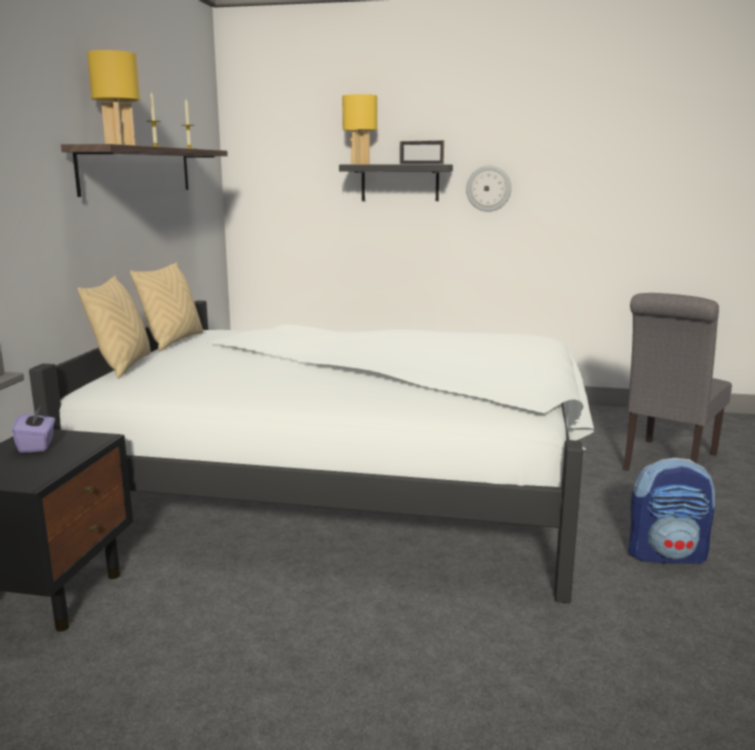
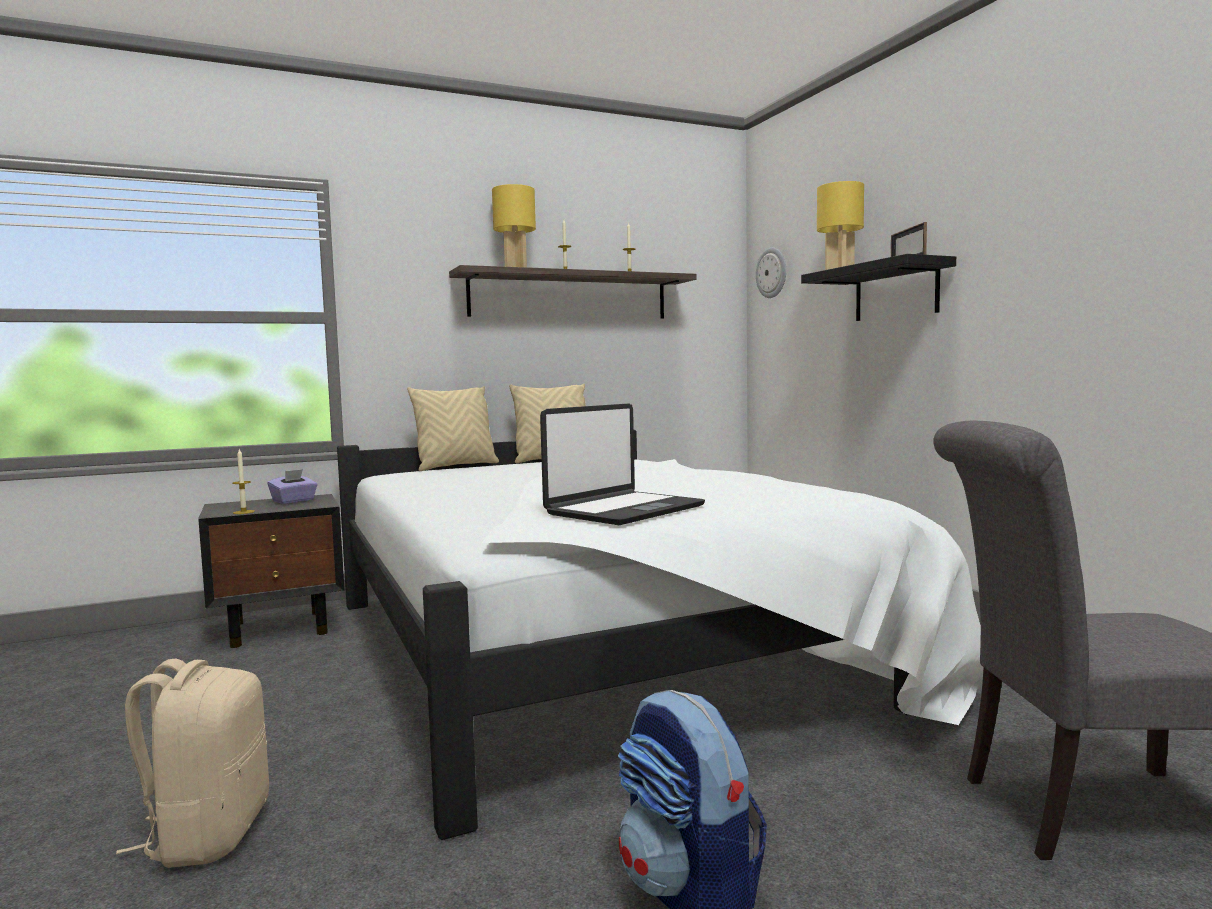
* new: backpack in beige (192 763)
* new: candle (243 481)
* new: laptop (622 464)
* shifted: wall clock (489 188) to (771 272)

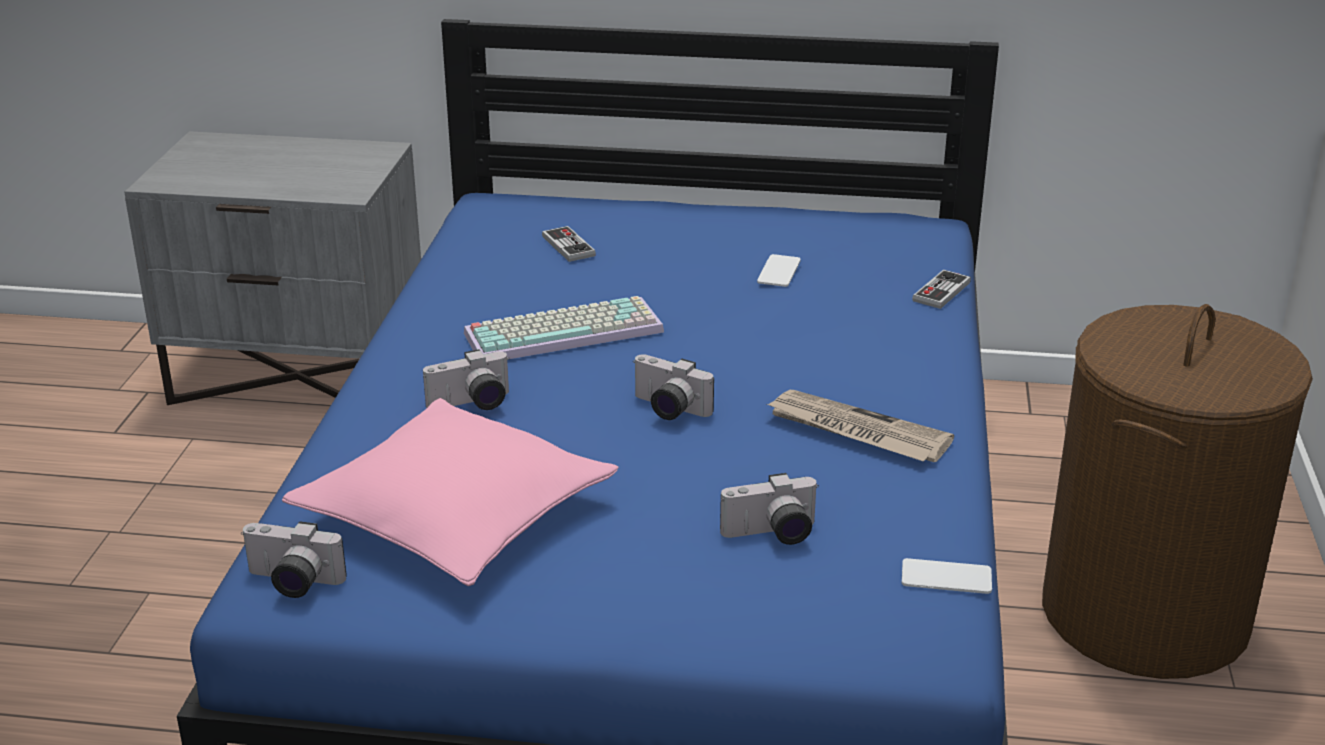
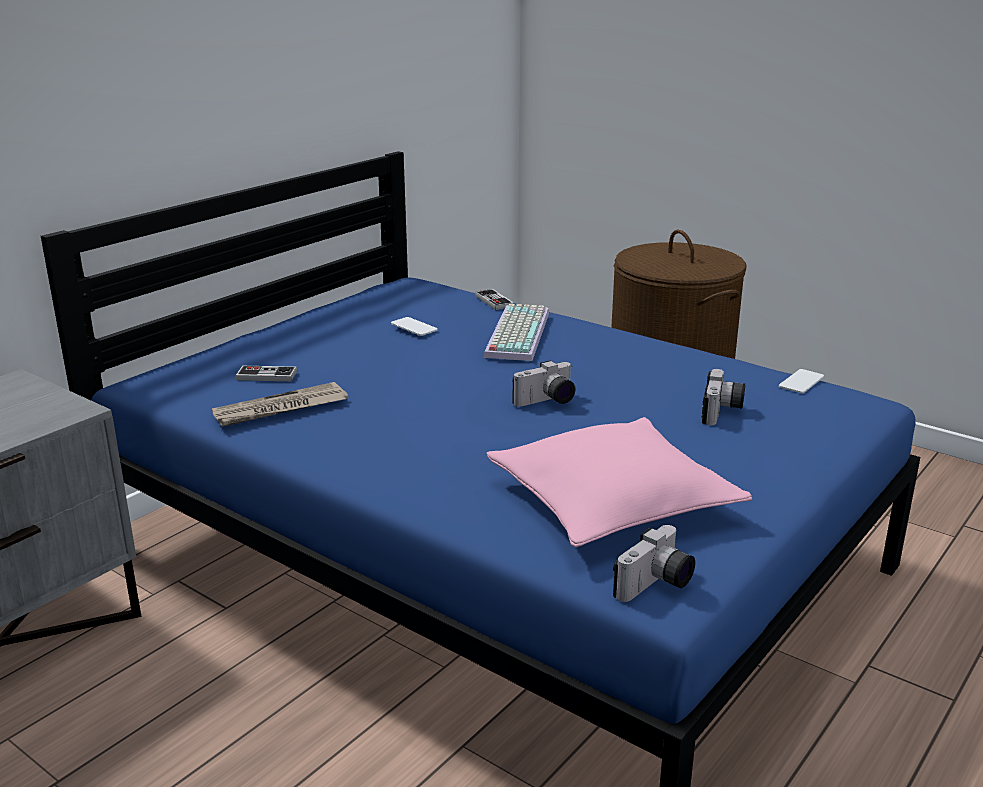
* gone: photo camera (466 379)
* shifted: keyboard (564 327) to (516 332)
* shifted: newspaper (860 426) to (280 404)

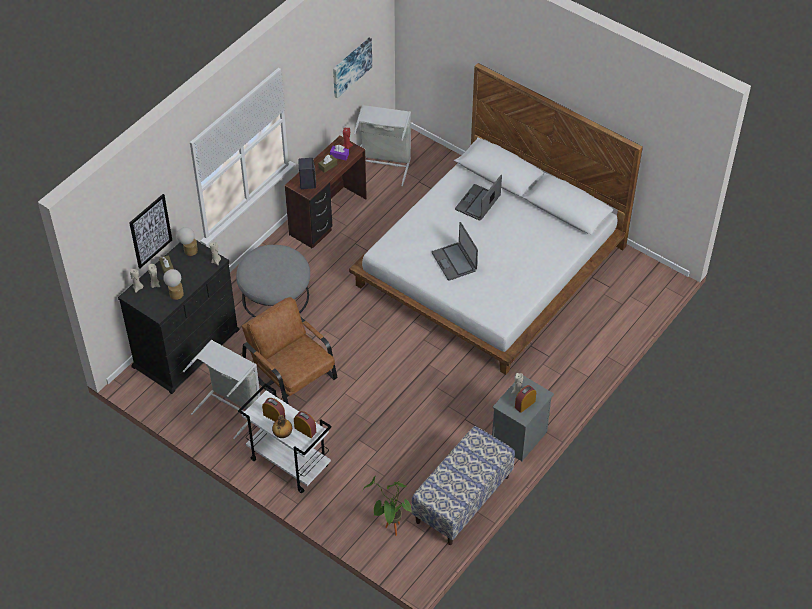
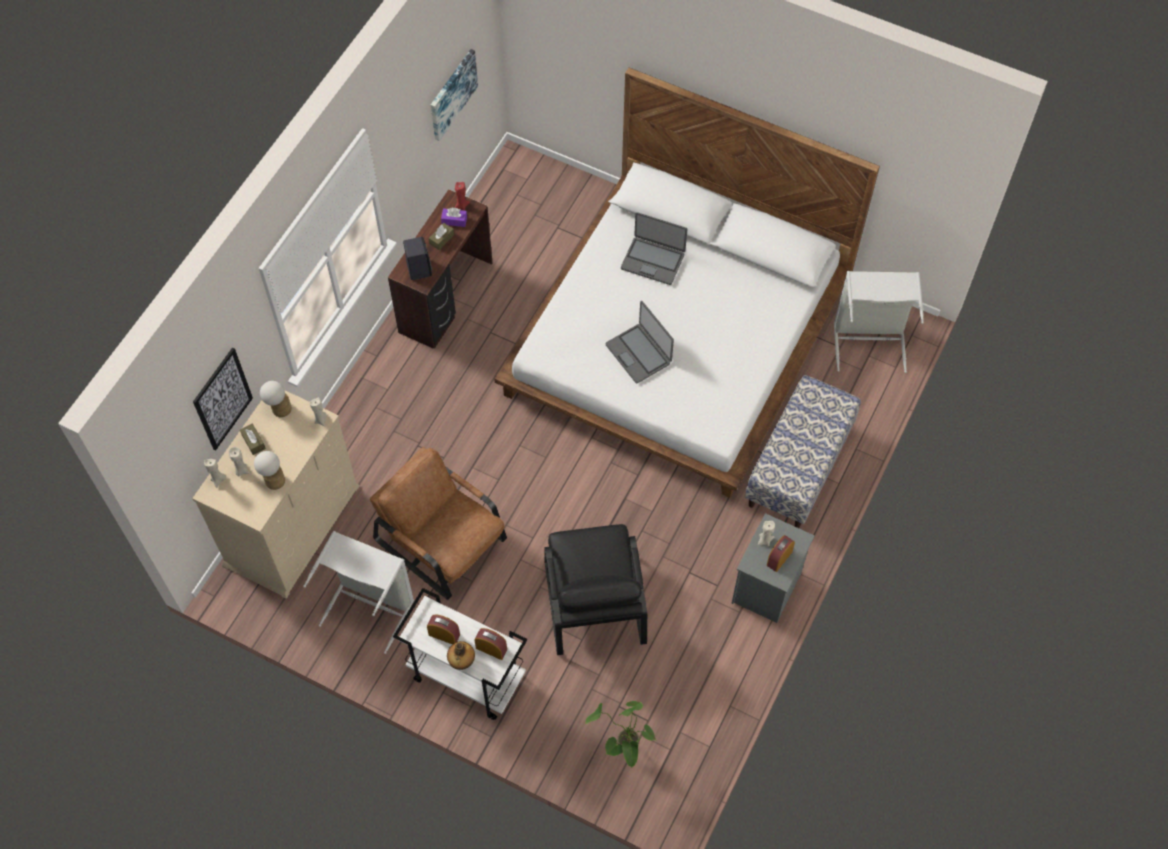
* gone: ottoman in grey (273 281)
* new: armchair in black (595 589)
* shifted: laundry basket in grey (382 145) to (879 322)
* shifted: bench (463 485) to (803 451)
* repainted: dresser in black (179 317) to dresser in beige (276 495)
* rotated: laptop (478 198) = (654 248) 90 degrees counterclockwise

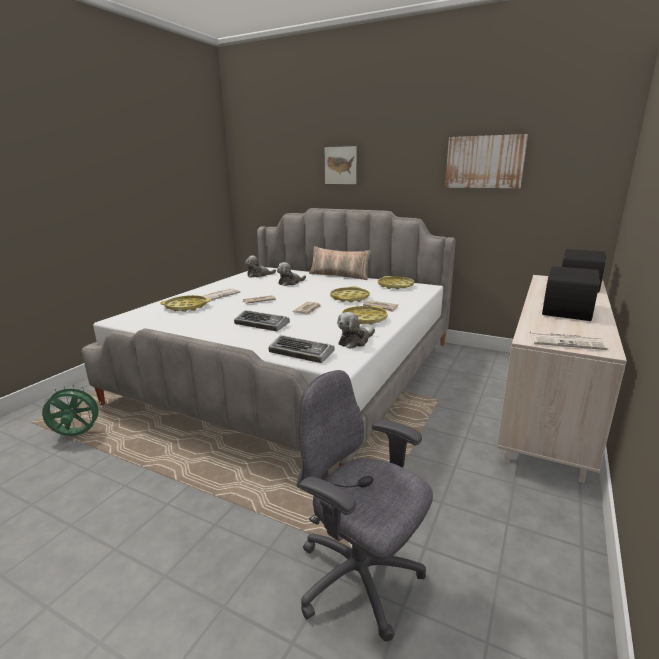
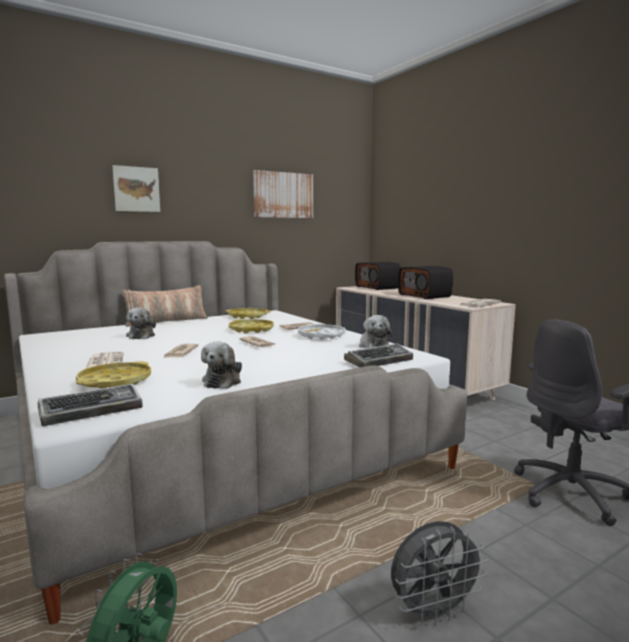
* new: fan in grey (439 573)
* shifted: keyboard (262 320) to (90 405)
* shifted: plush toy (260 266) to (221 365)
* repainted: tray in yellow (365 315) to tray in white (322 332)

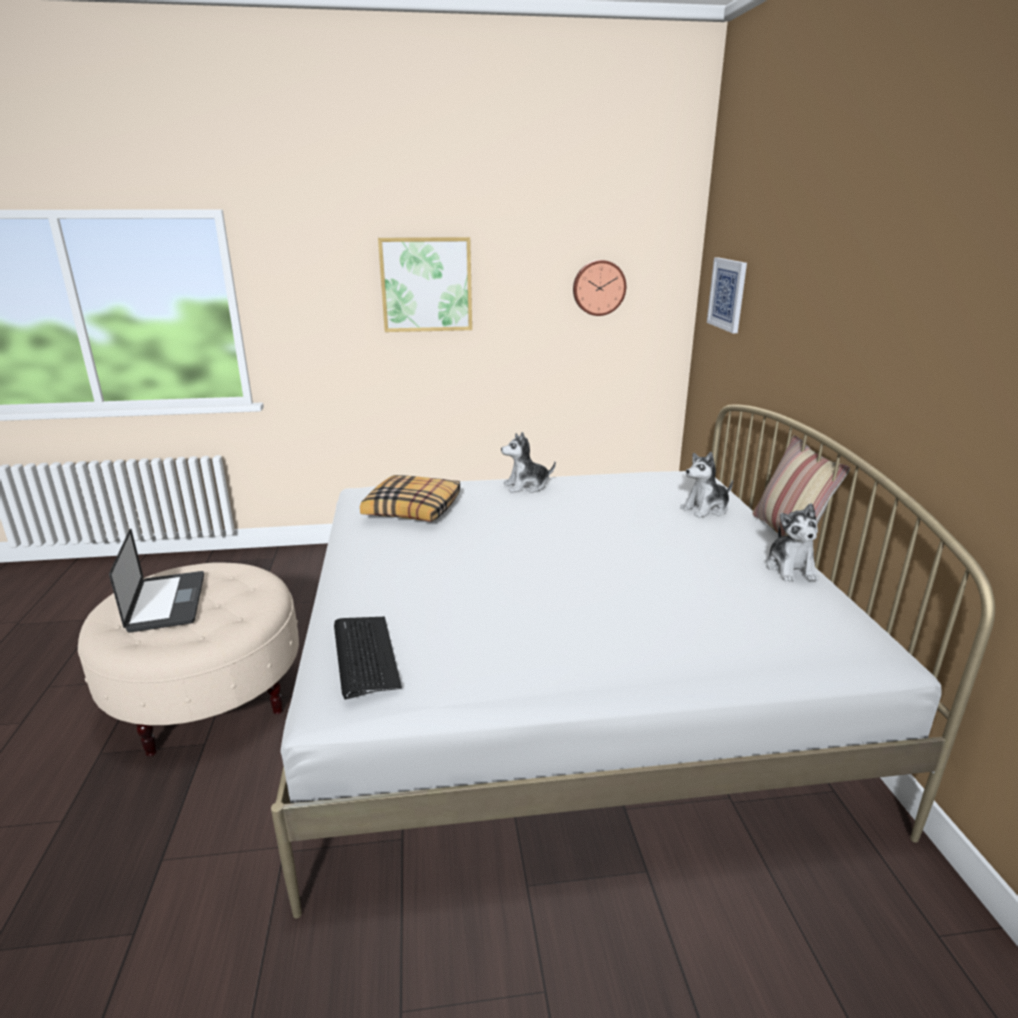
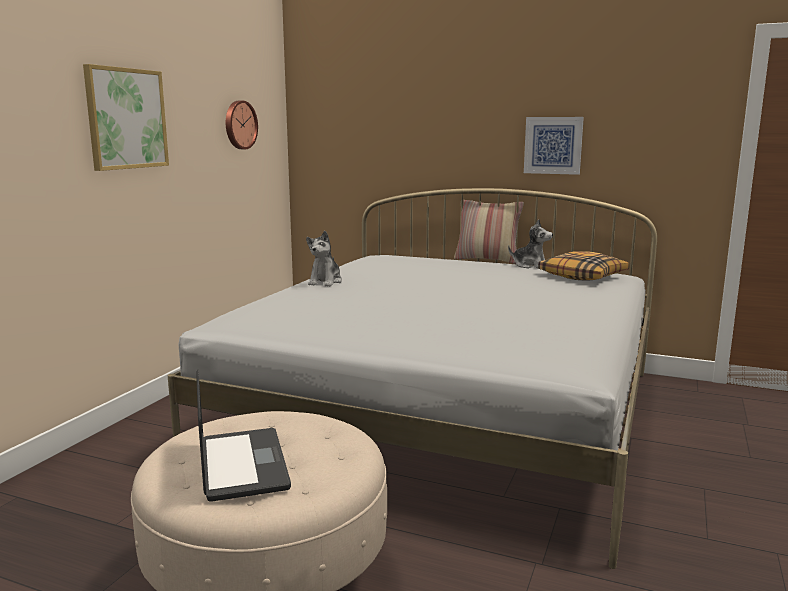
* gone: keyboard (368 658)
* gone: plush toy (706 485)
* shifted: pillow (410 498) to (583 265)
* shifted: picture (727 295) to (554 146)
* rotated: laptop (156 581) = (243 436) 60 degrees clockwise

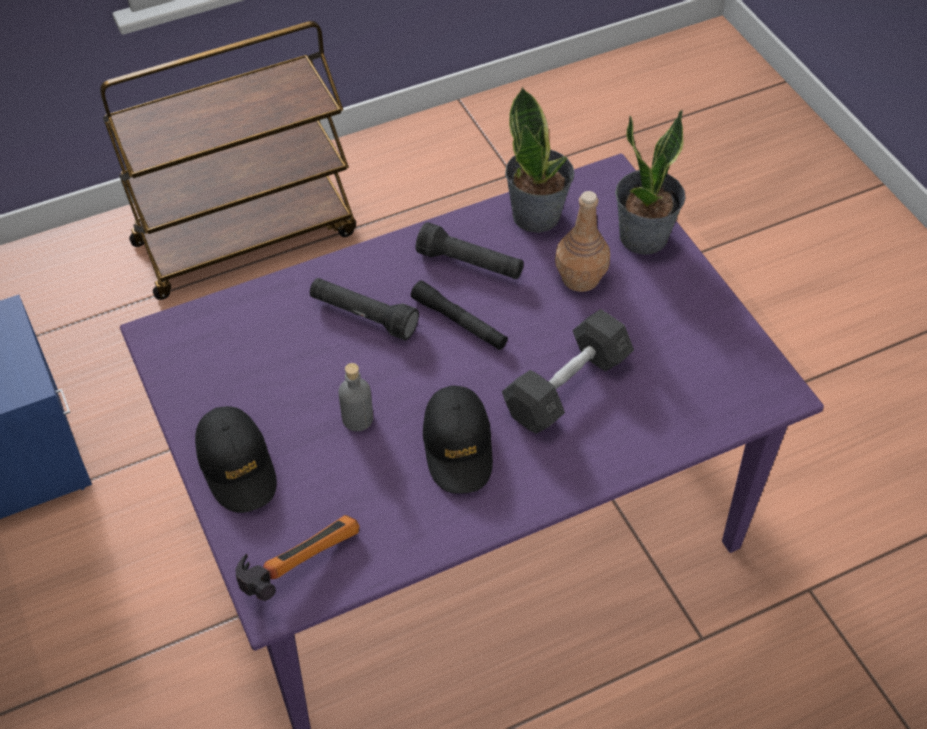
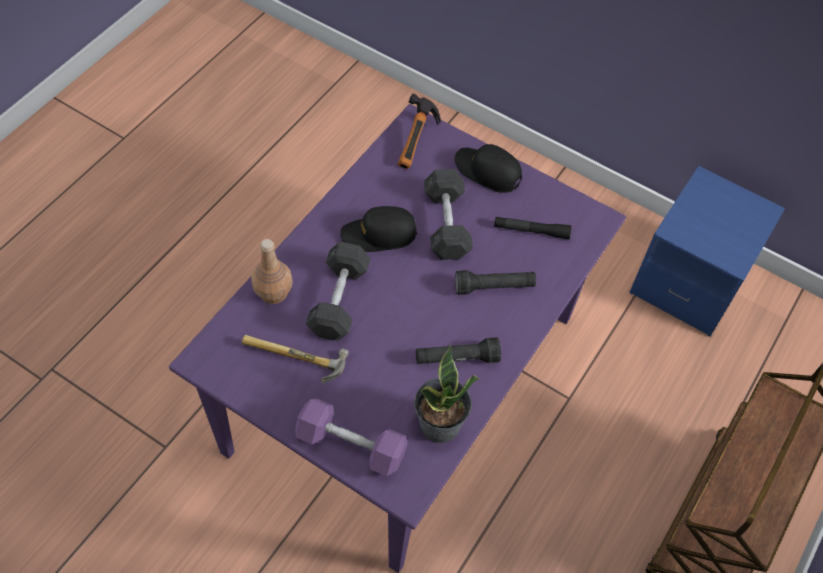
* new: hammer (295 359)
* shifted: flashlight in black (459 315) to (533 228)
* shifted: bottle in brown (582 241) to (272 271)
* swapped: bottle in grey (355 397) to dumbbell in grey (448 214)
* swapped: potted plant (650 182) to dumbbell in purple (351 437)
* rotated: cap in black (458 439) = (378 229) 60 degrees counterclockwise

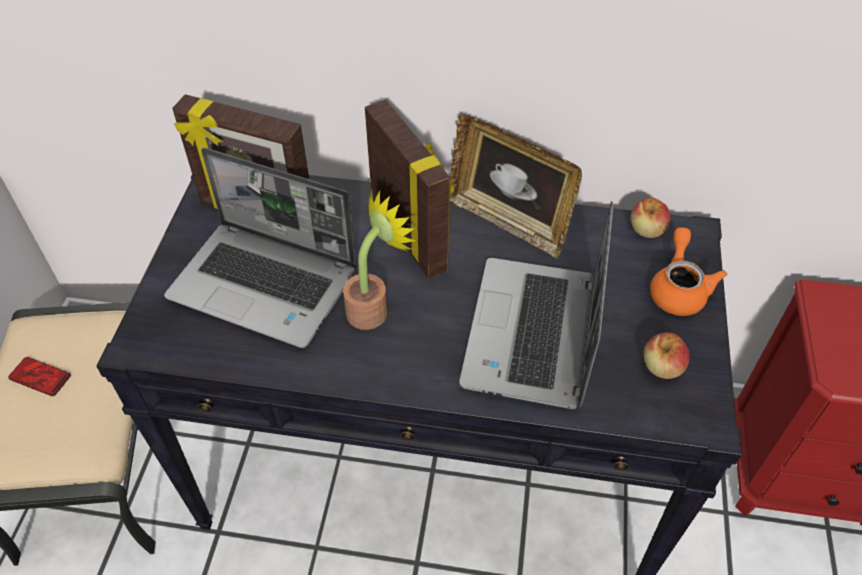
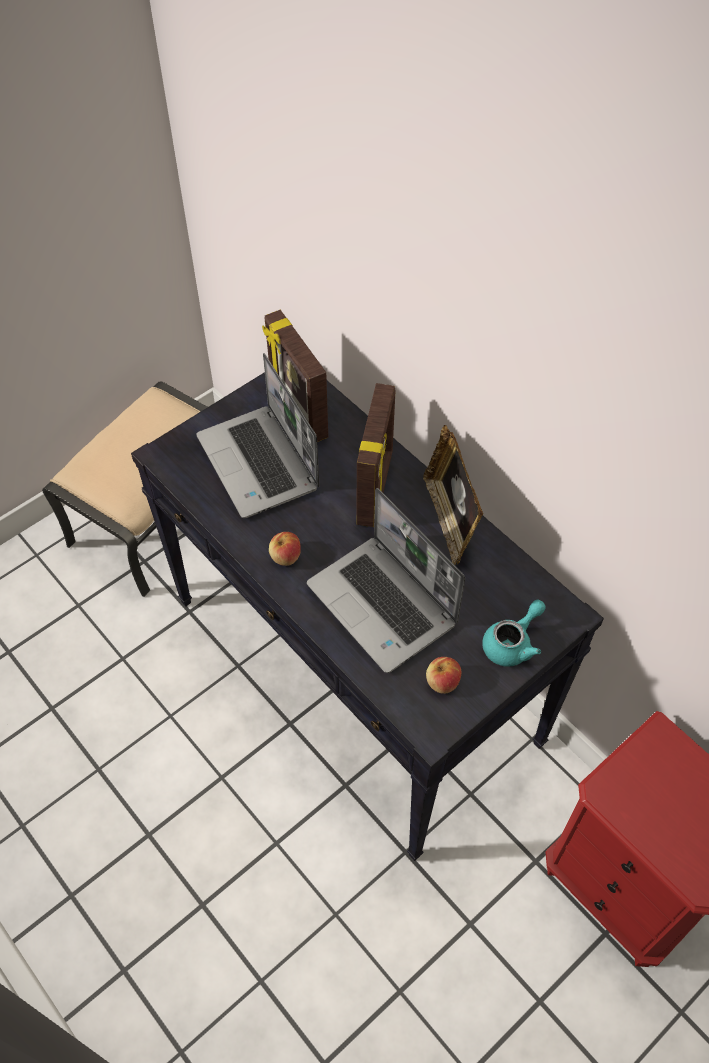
* gone: phone (39 376)
* gone: potted plant (379 259)
* shifted: apple (651 217) to (285 549)
* repainted: teapot in orange (688 271) to teapot in turquoise (514 633)
* rotated: laptop (536 305) = (386 580) 90 degrees counterclockwise

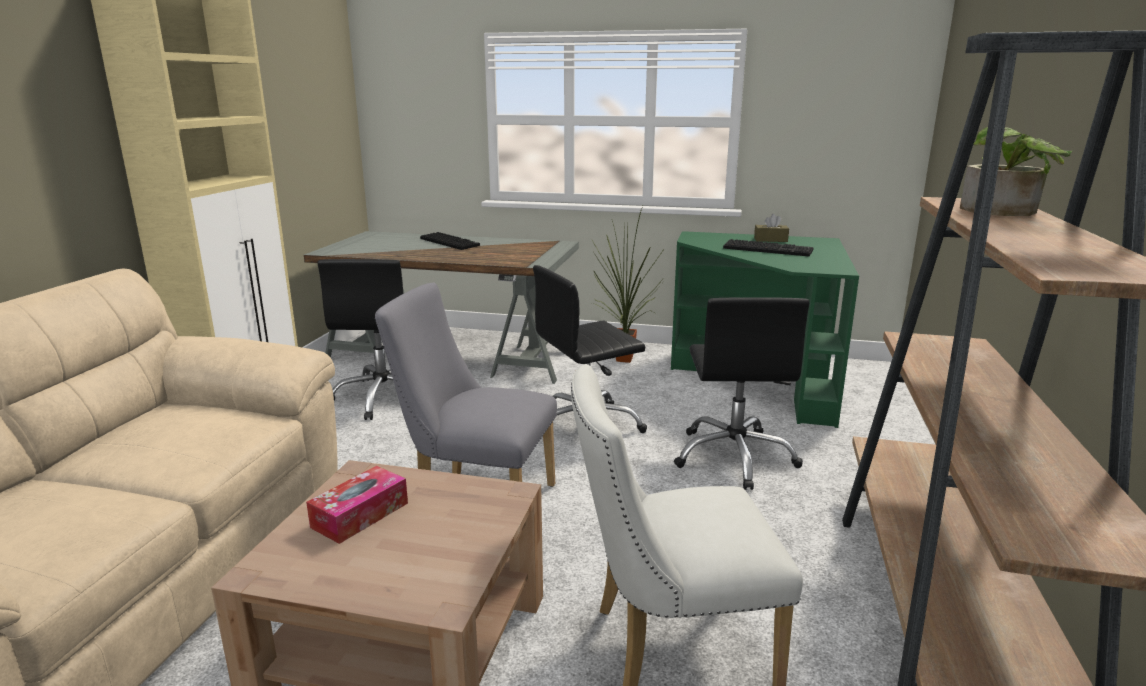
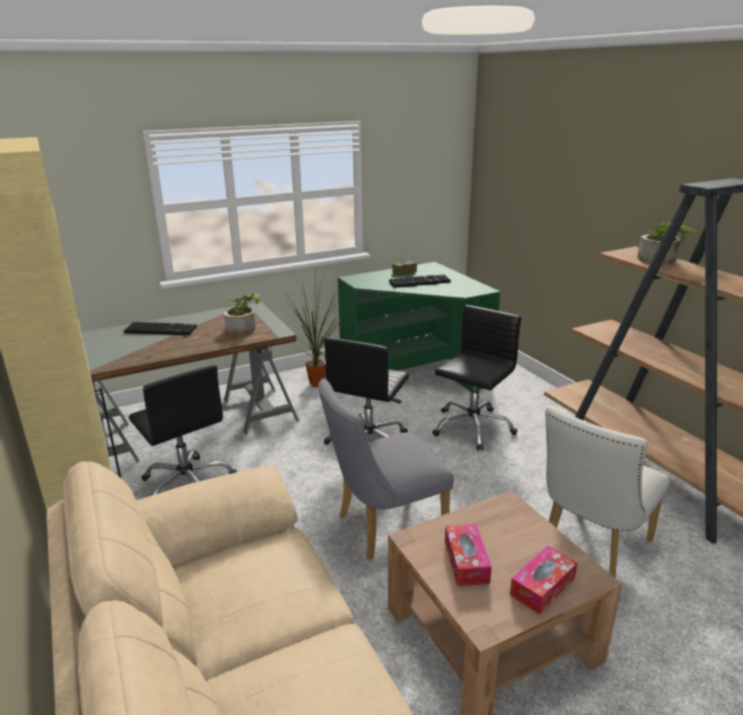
* new: potted plant (242 314)
* new: tissue box (543 580)
* rotated: office chair in black (742 393) = (476 378) 105 degrees counterclockwise

